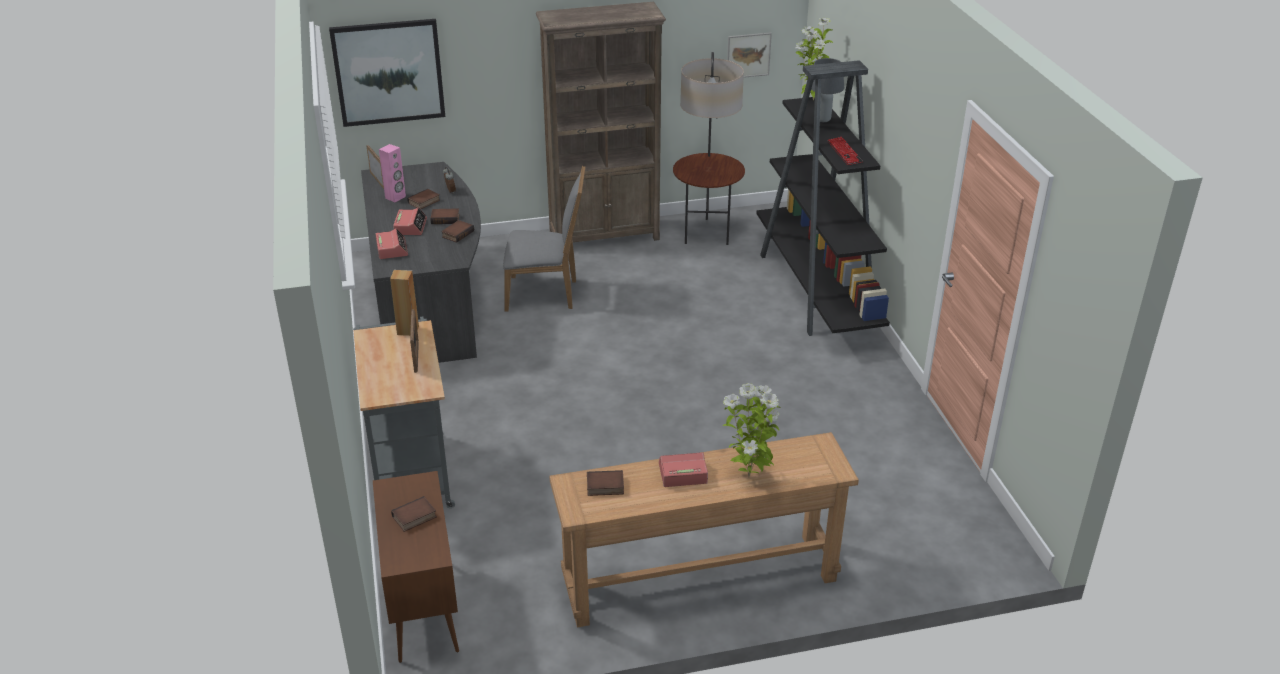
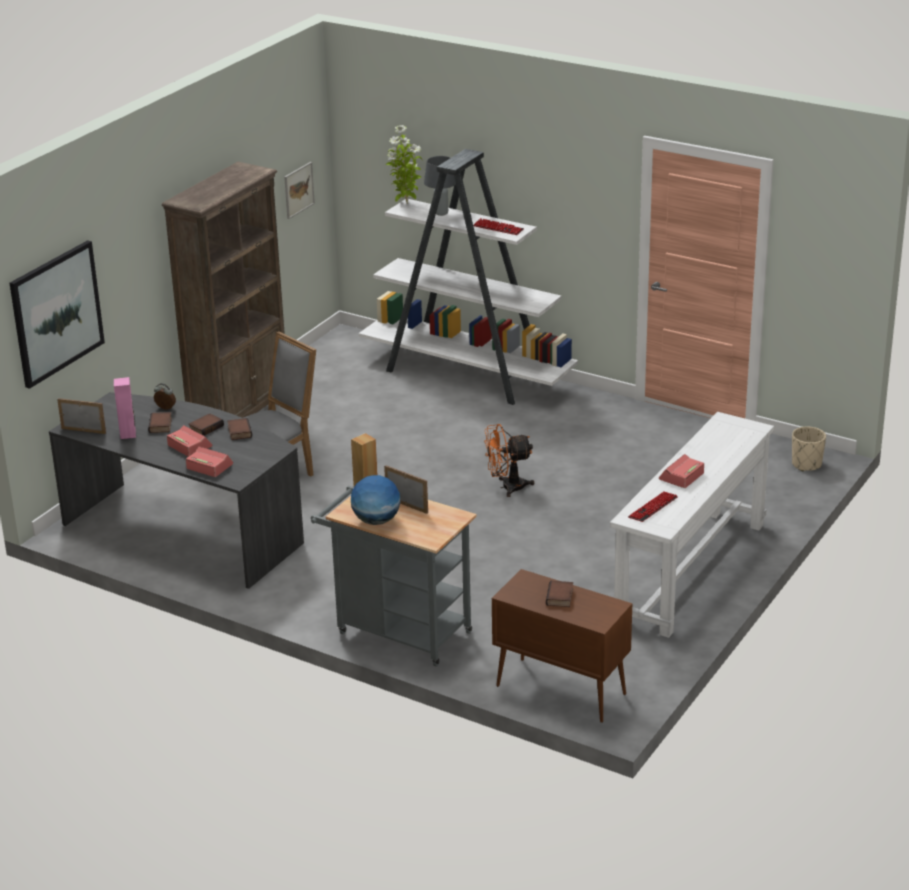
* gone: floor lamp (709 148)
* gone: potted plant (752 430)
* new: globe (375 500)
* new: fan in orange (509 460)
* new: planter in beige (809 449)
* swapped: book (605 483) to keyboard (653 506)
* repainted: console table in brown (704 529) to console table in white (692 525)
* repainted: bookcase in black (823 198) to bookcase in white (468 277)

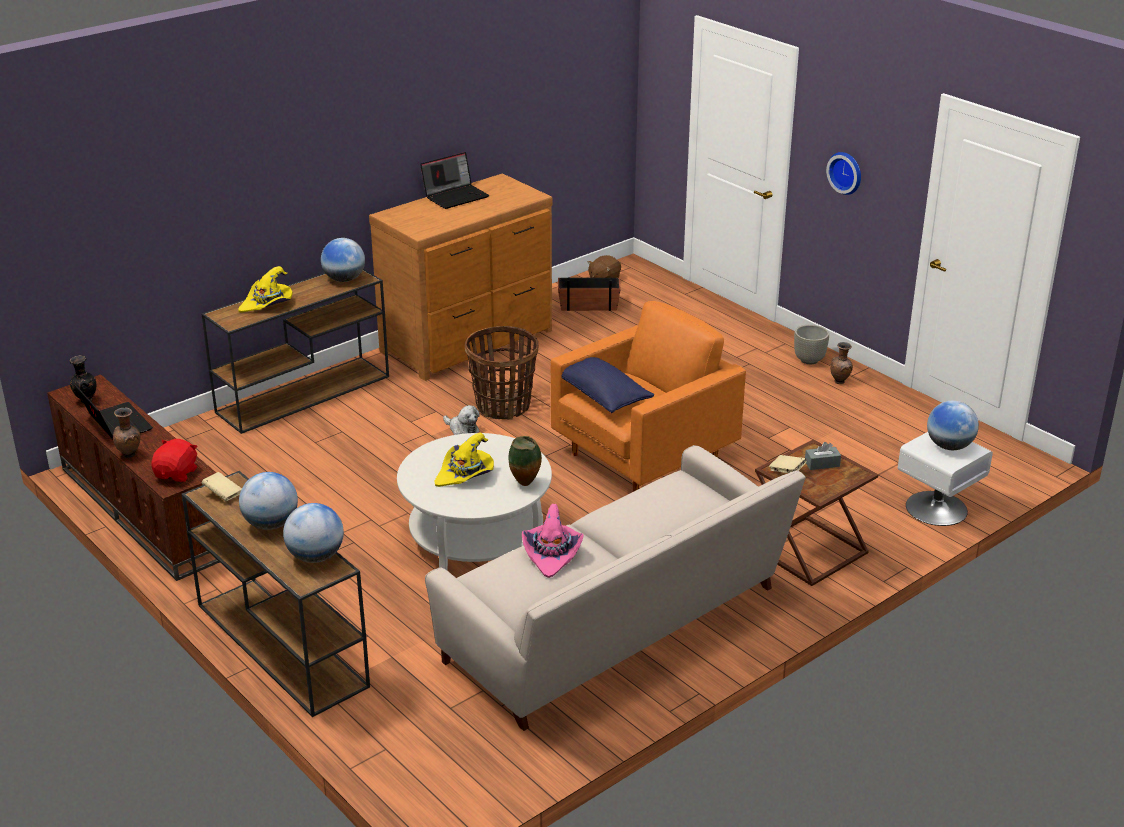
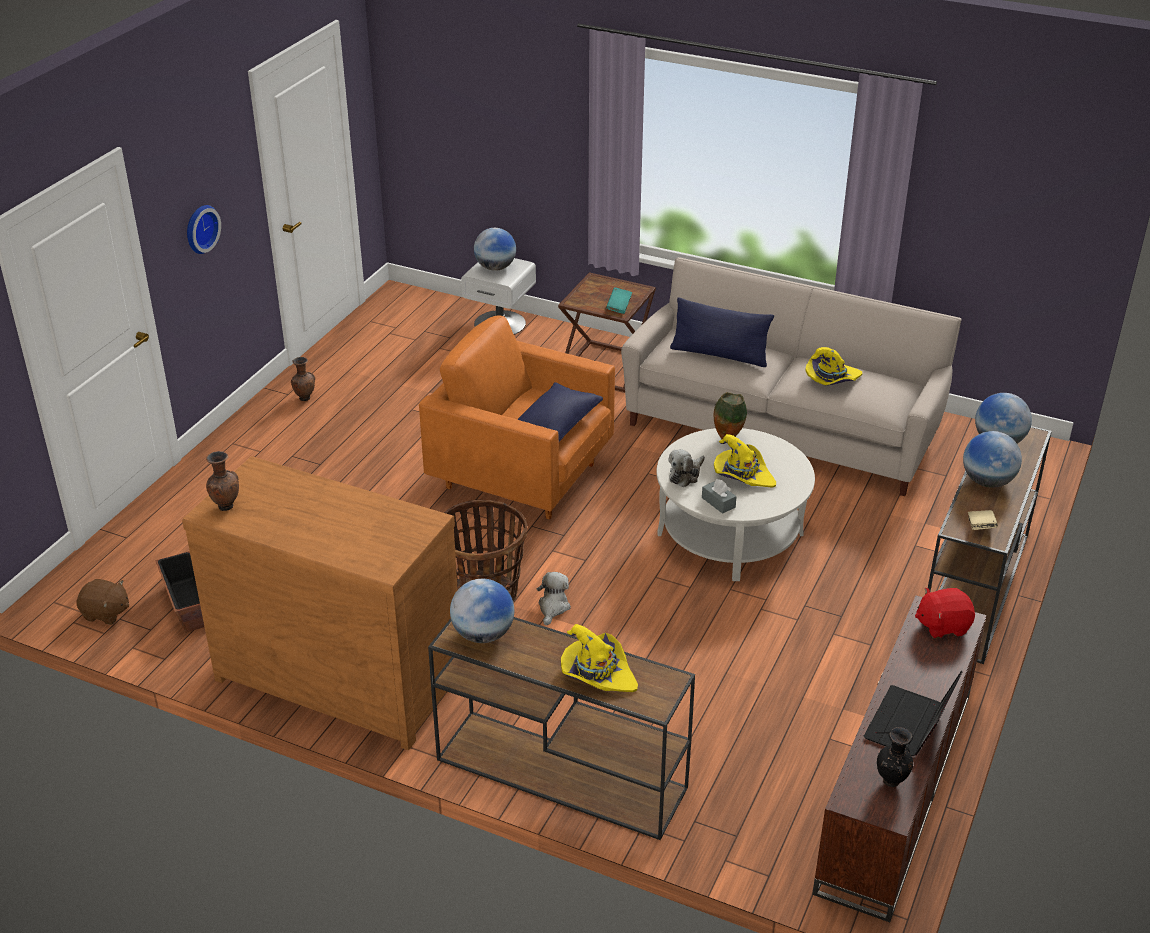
* gone: laptop (454 180)
* gone: planter in grey (811 344)
* new: plush toy (686 468)
* new: pillow in blue (722 332)
* shifted: vase in brown (127 433) to (222 481)
* shifted: tissue box in grey (823 456) to (719 496)
* repainted: hat in pink (553 541) to hat in yellow (834 366)
* repainted: book in beige (788 464) to book in turquoise (619 300)

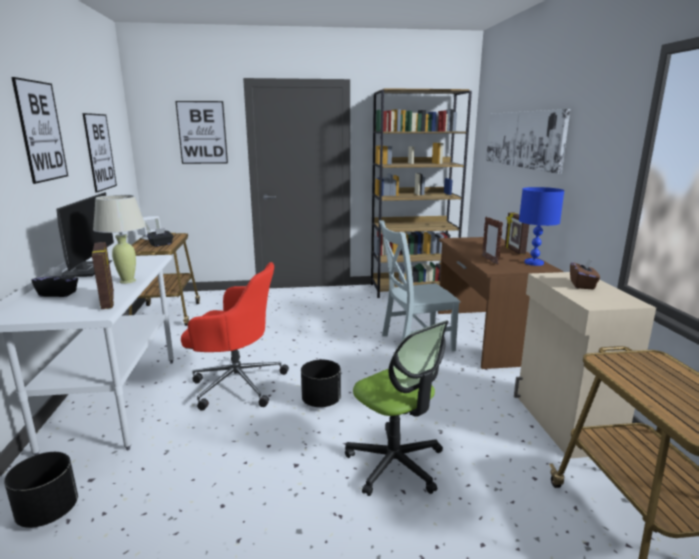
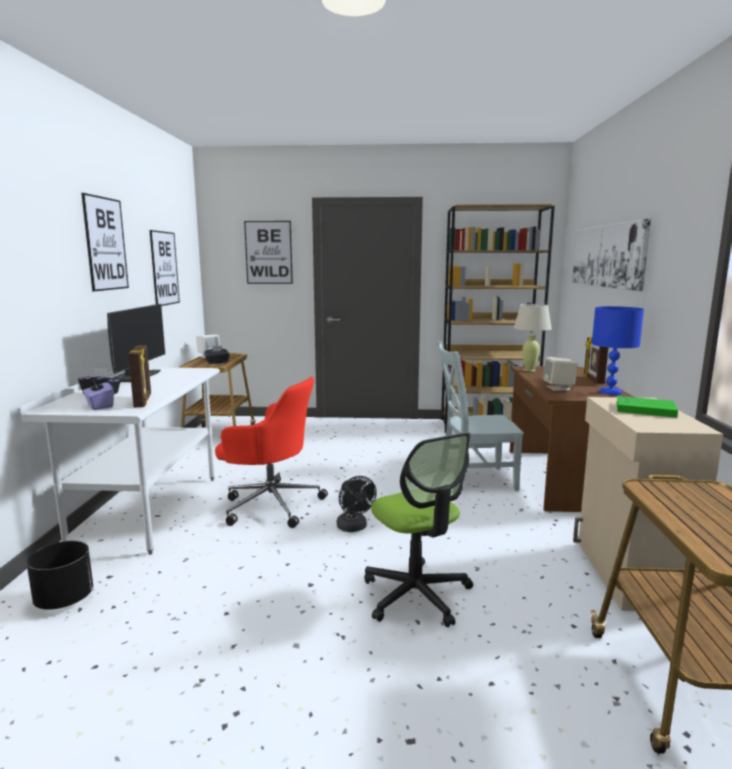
* new: tissue box in purple (98 395)
* shifted: table lamp in beige (119 239) to (533 338)
* swapped: planter in black (321 383) to fan in black (357 504)
* swapped: picture frame (492 241) to speaker in beige (560 374)
* swapped: tissue box in brown (585 273) to book in green (647 407)

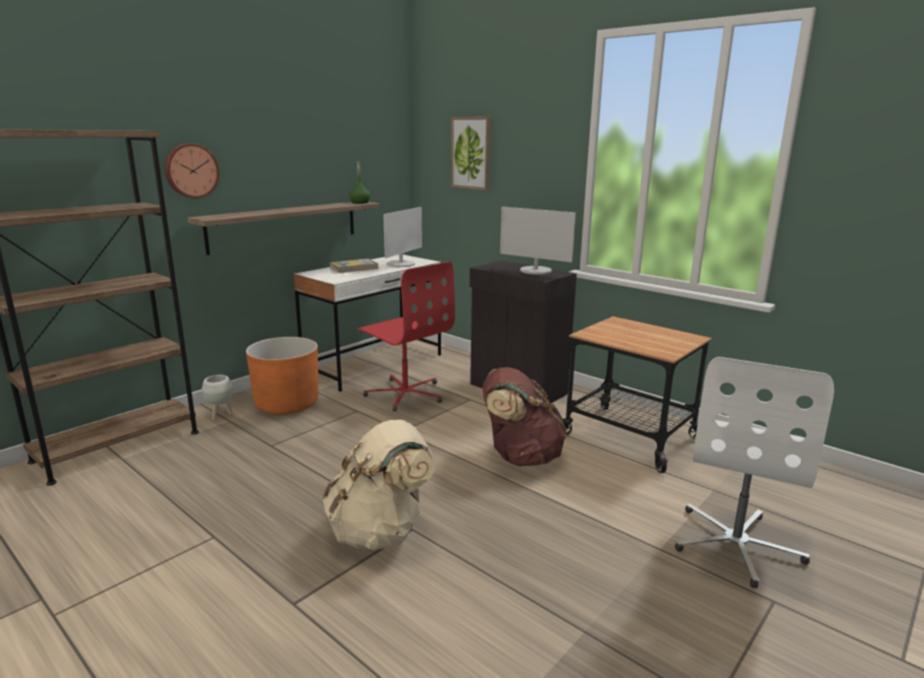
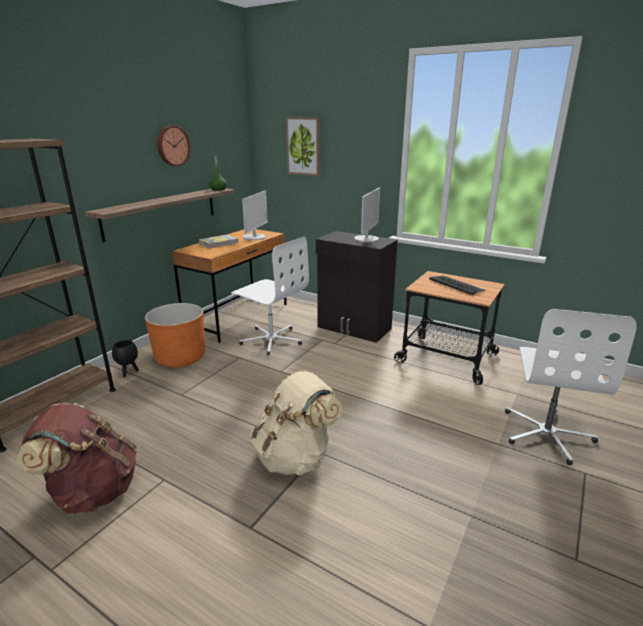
* new: keyboard (457 285)
* shifted: wall clock (192 170) to (173 146)
* shifted: backpack in brown (525 416) to (77 458)
* repainted: planter in white (217 397) to planter in black (125 358)
* repainted: desk in white (367 323) to desk in brown (229 286)
* repainted: office chair in red (406 337) to office chair in white (270 296)
* rotated: monitor (538 241) = (367 215) 90 degrees counterclockwise

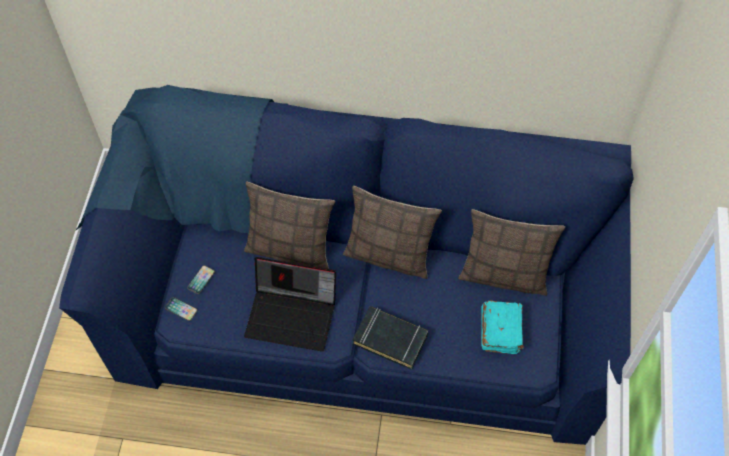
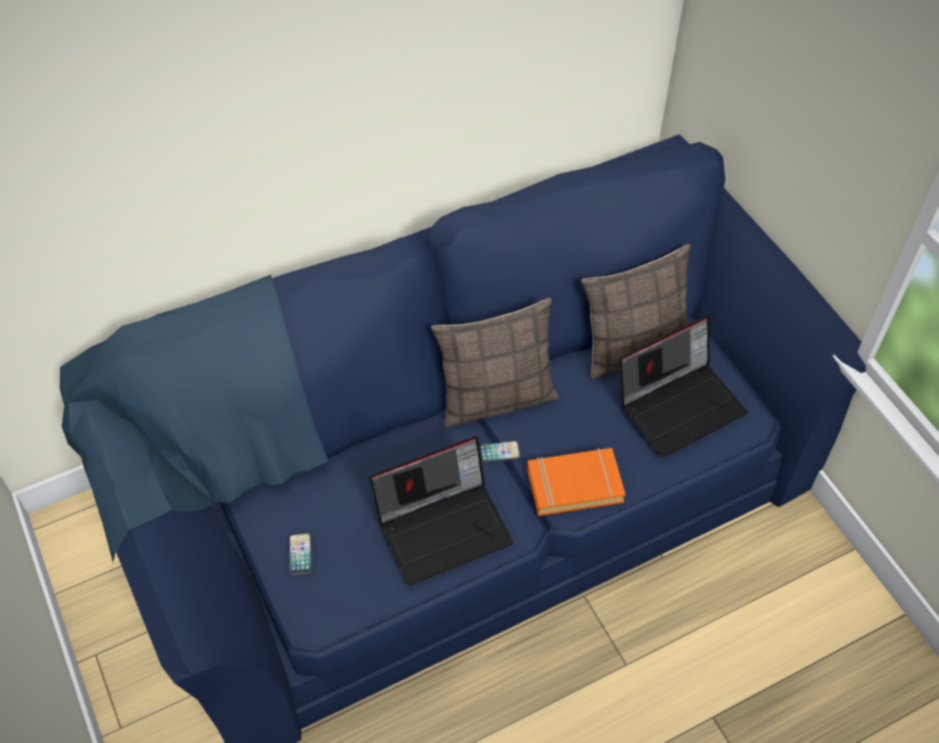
* gone: pillow (289 225)
* shifted: phone (181 309) to (499 452)
* swapped: book in turquoise (502 327) to laptop (684 387)
* repainted: book in black (390 338) to book in orange (576 482)

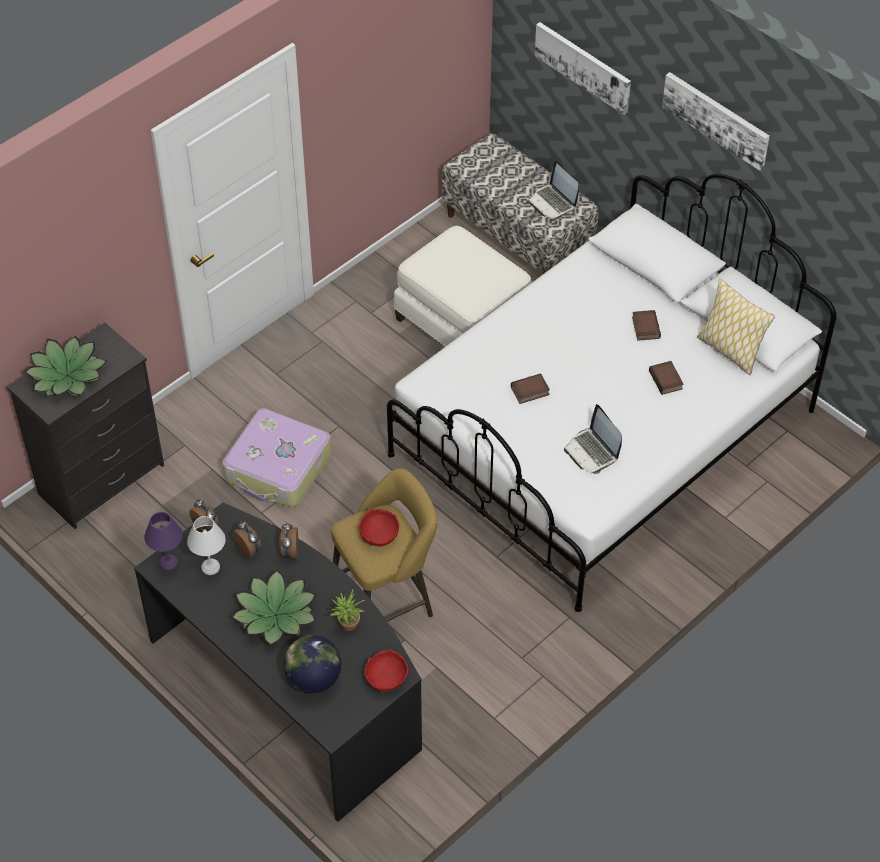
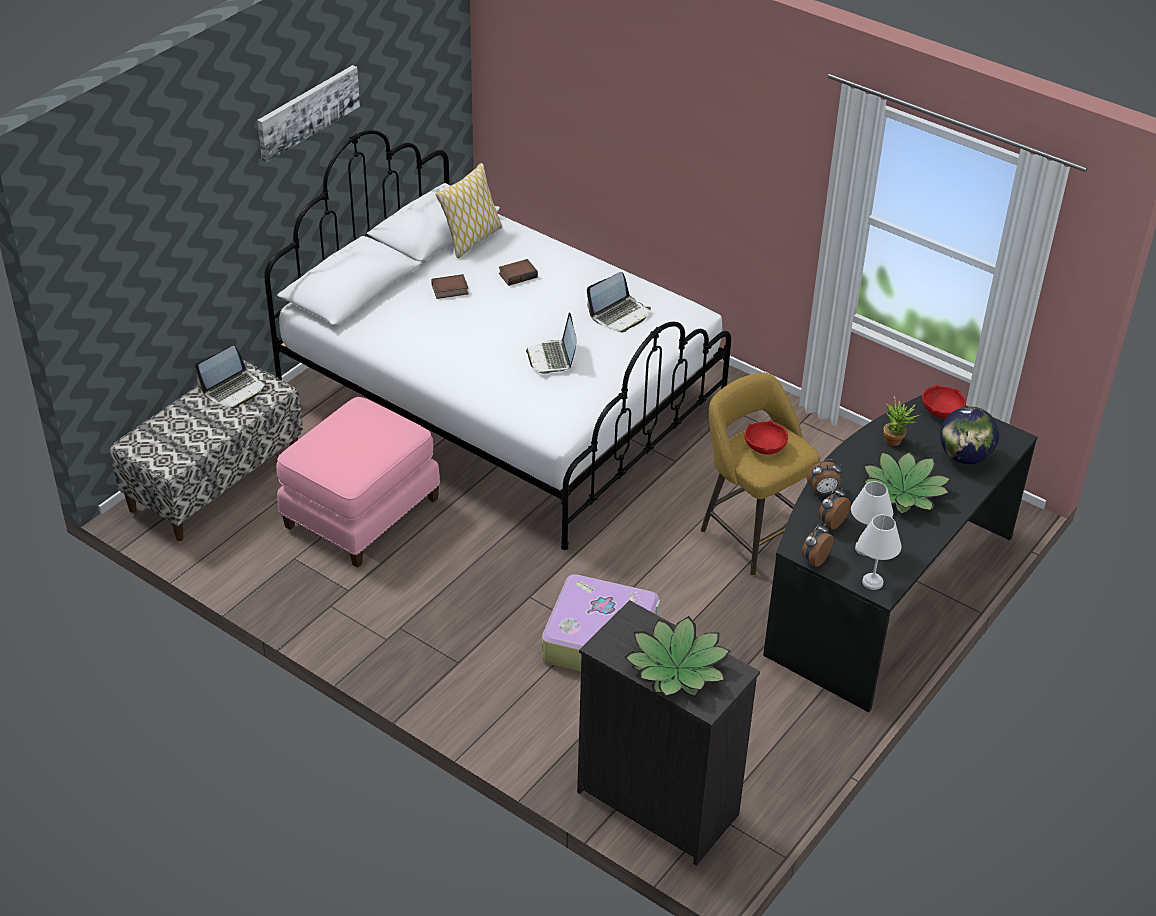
* gone: picture (583 68)
* swapped: book (530 388) to laptop (551 343)
* repainted: table lamp in purple (163 541) to table lamp in white (879 552)
* repainted: ottoman in white (462 286) to ottoman in pink (358 482)

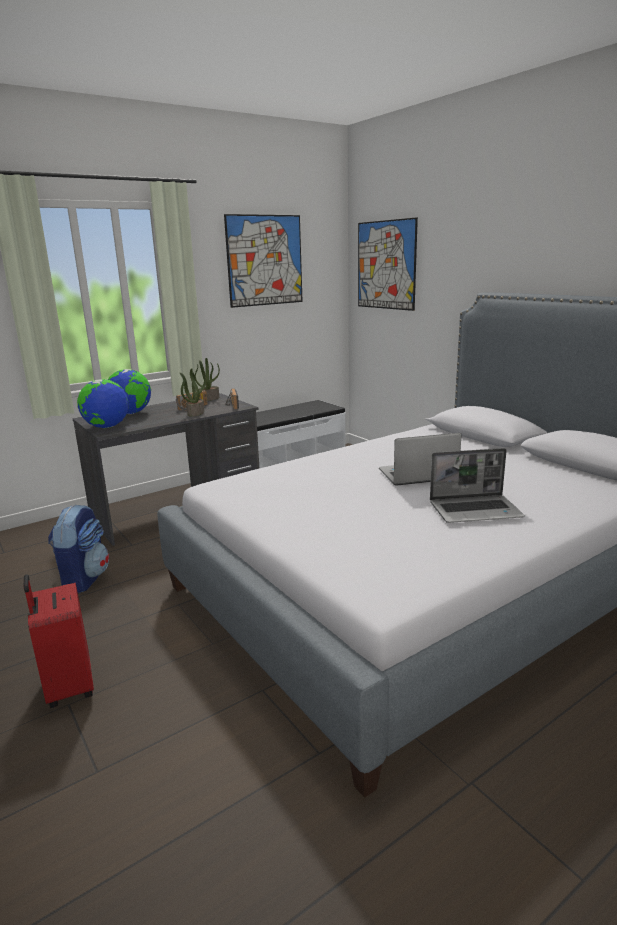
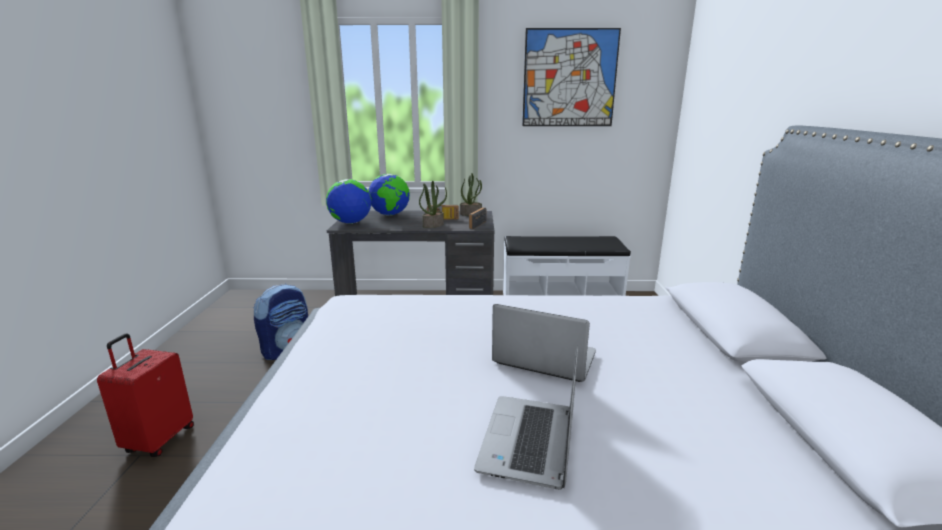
* gone: picture (388 264)
* rotated: laptop (477 485) = (526 417) 75 degrees clockwise

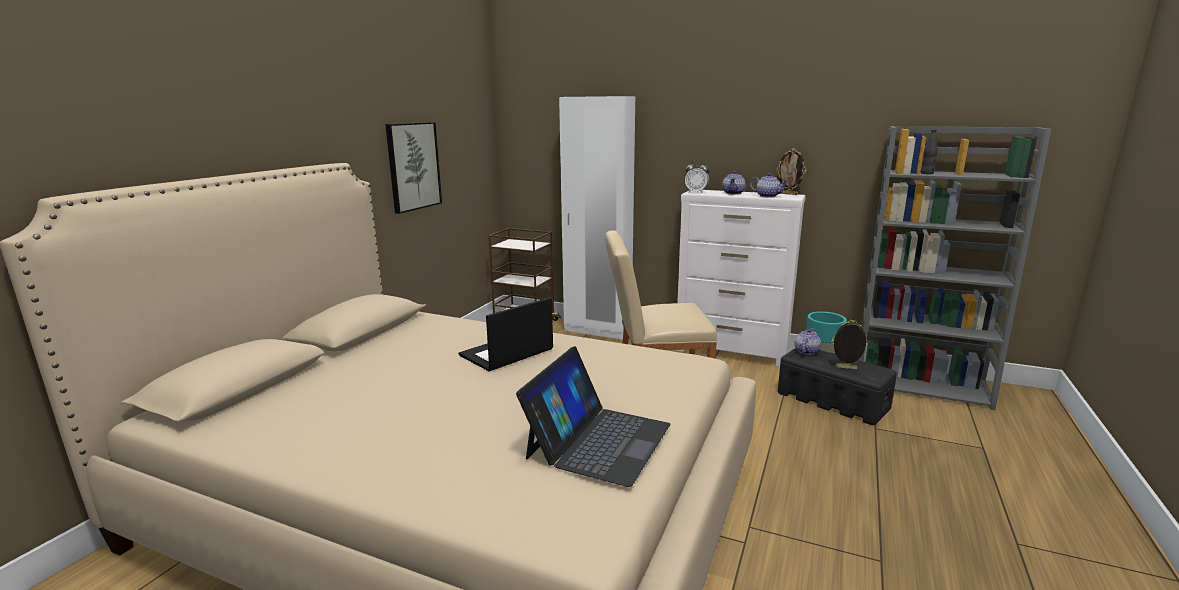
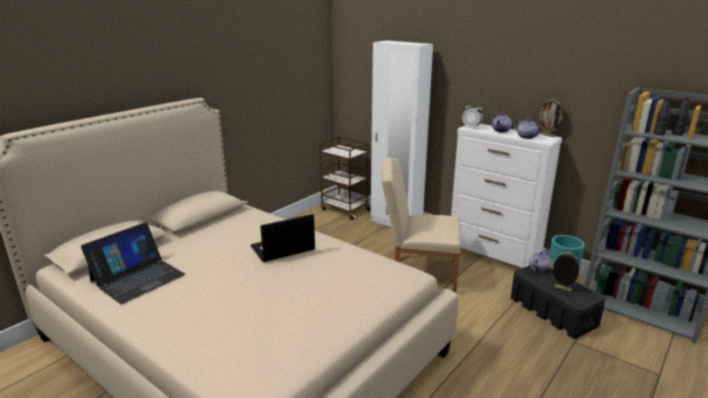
* gone: picture (413 168)
* new: bottle in black (681 116)
* shifted: laptop (593 416) to (133 263)

